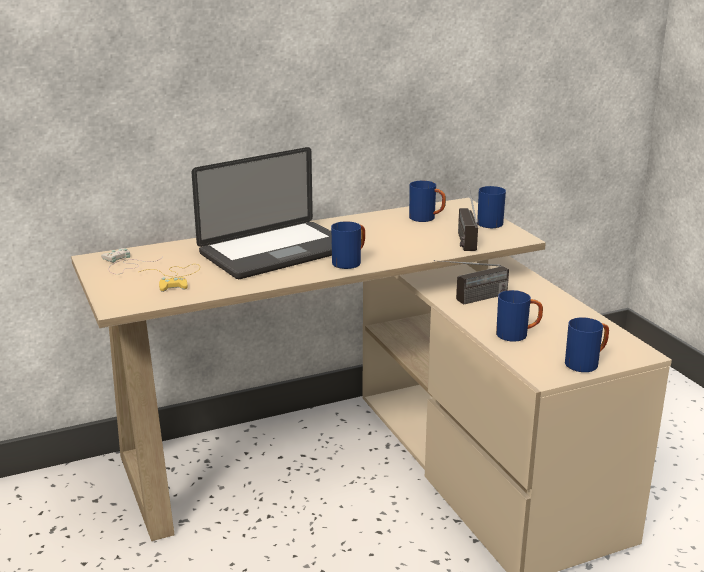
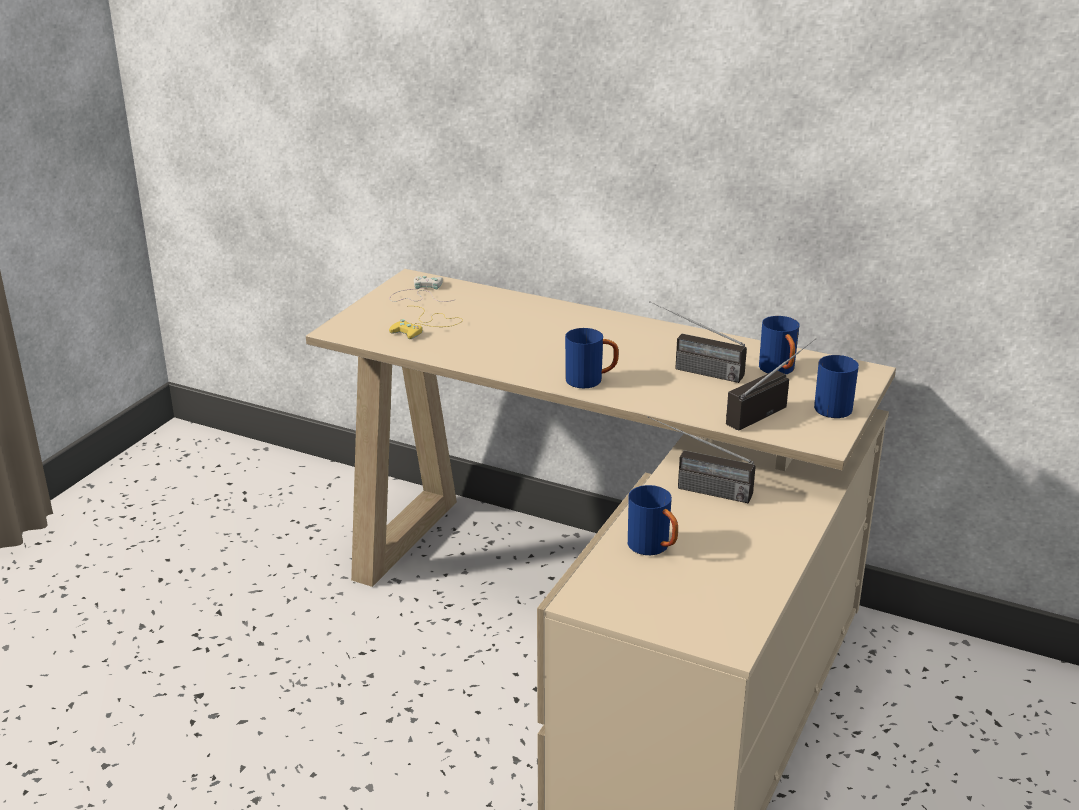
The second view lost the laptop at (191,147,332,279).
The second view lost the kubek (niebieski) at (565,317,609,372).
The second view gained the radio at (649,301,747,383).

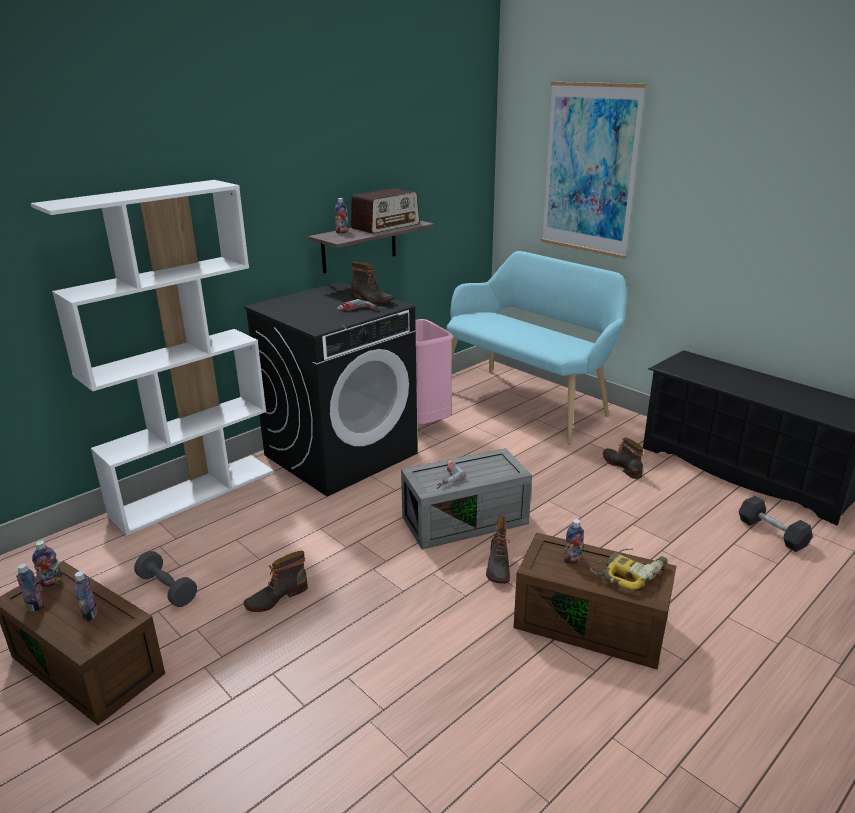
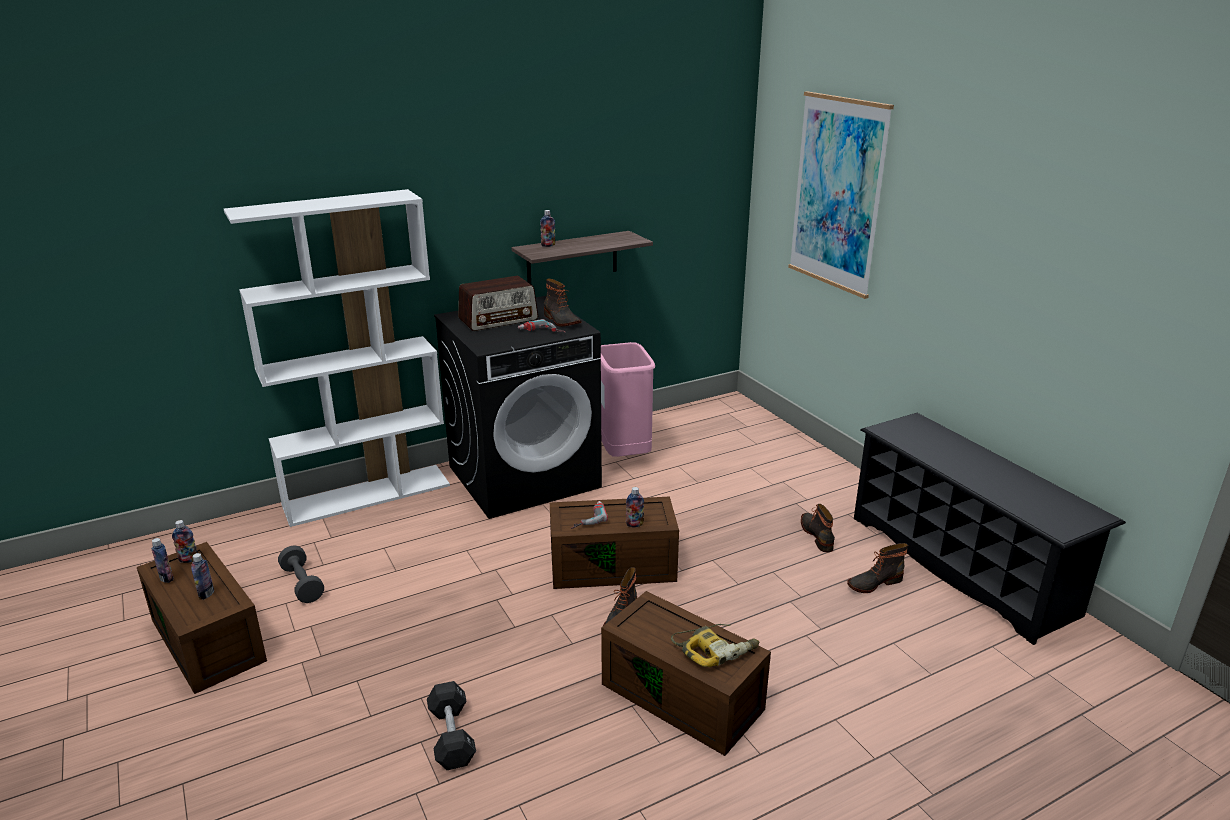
The radio ended up elsewhere, having gone from (351,188,420,234) to (458,276,538,331).
The second view lost the ławka (turkusowy) at (447,251,627,445).
What was the pojemnik do przechowywania (szary) at (401,448,532,550) turned into the pojemnik do przechowywania (brązowy) at (550,496,679,589).
The hantel (czarny) ended up elsewhere, having gone from (739,496,812,552) to (427,681,476,770).
The butelka ended up elsewhere, having gone from (564,519,584,564) to (626,487,644,527).
The but z cholewką ended up elsewhere, having gone from (244,551,308,612) to (847,543,908,593).

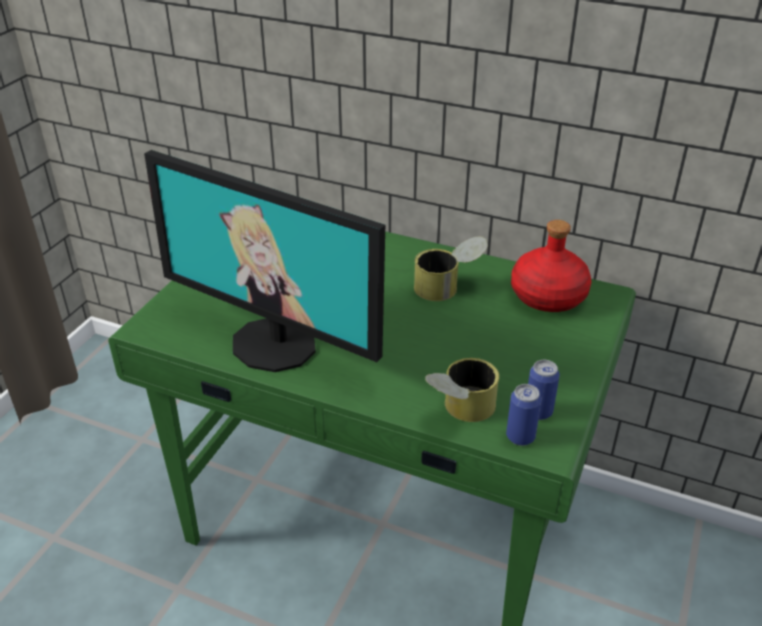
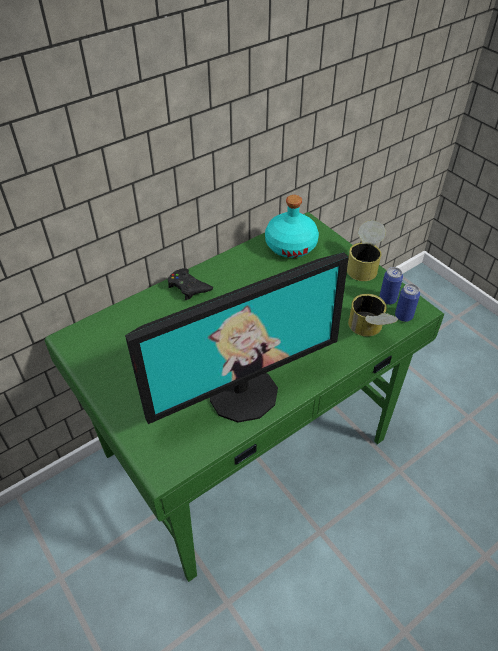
What was the butelka (czerwony) at (511,220,591,312) turned into the butelka (turkusowy) at (265,195,319,258).
The puszka ended up elsewhere, having gone from (414,237,488,301) to (347,220,386,281).
The second view gained the pad do gier (czarny) at (168,268,213,300).

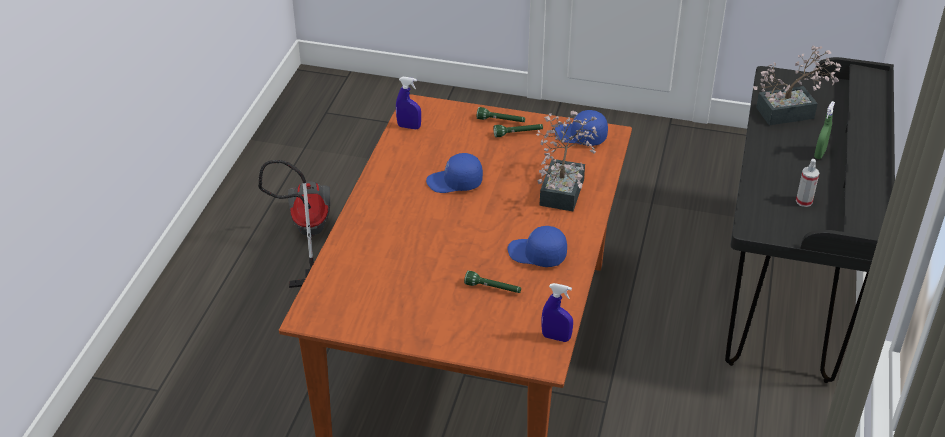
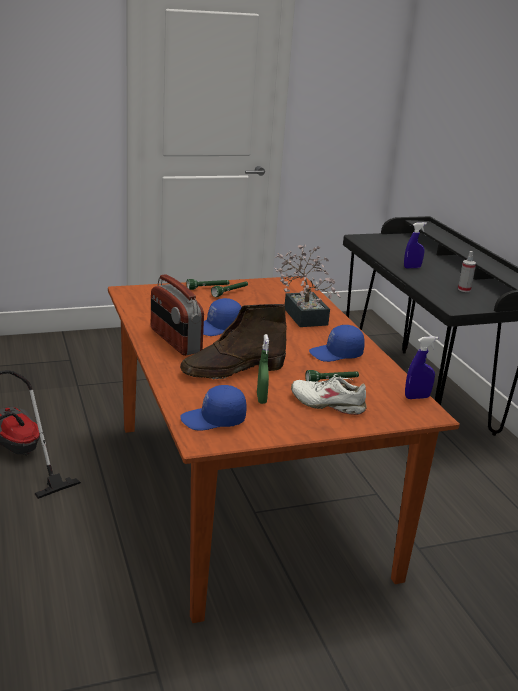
The second view lost the roślina doniczkowa at (753,45,841,125).
The spryskiwacz (niebieski) ended up elsewhere, having gone from (396,77,421,129) to (404,222,427,268).
The spryskiwacz (zielony) ended up elsewhere, having gone from (814,101,835,159) to (257,334,269,404).
The czapka z daszkiem (niebieski) ended up elsewhere, having gone from (555,110,608,146) to (180,385,247,431).
The second view gained the radio at (150,274,204,356).
The second view gained the but z cholewką (brązowy) at (180,304,287,379).
The second view gained the but (biały) at (291,374,367,415).

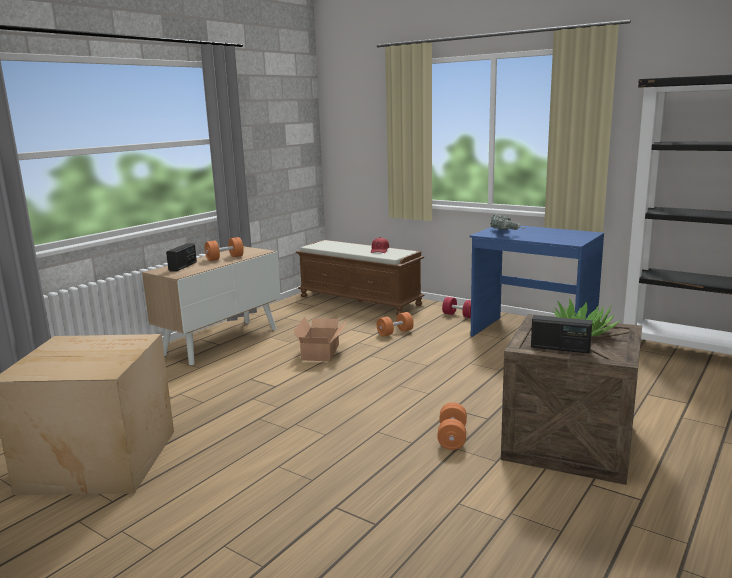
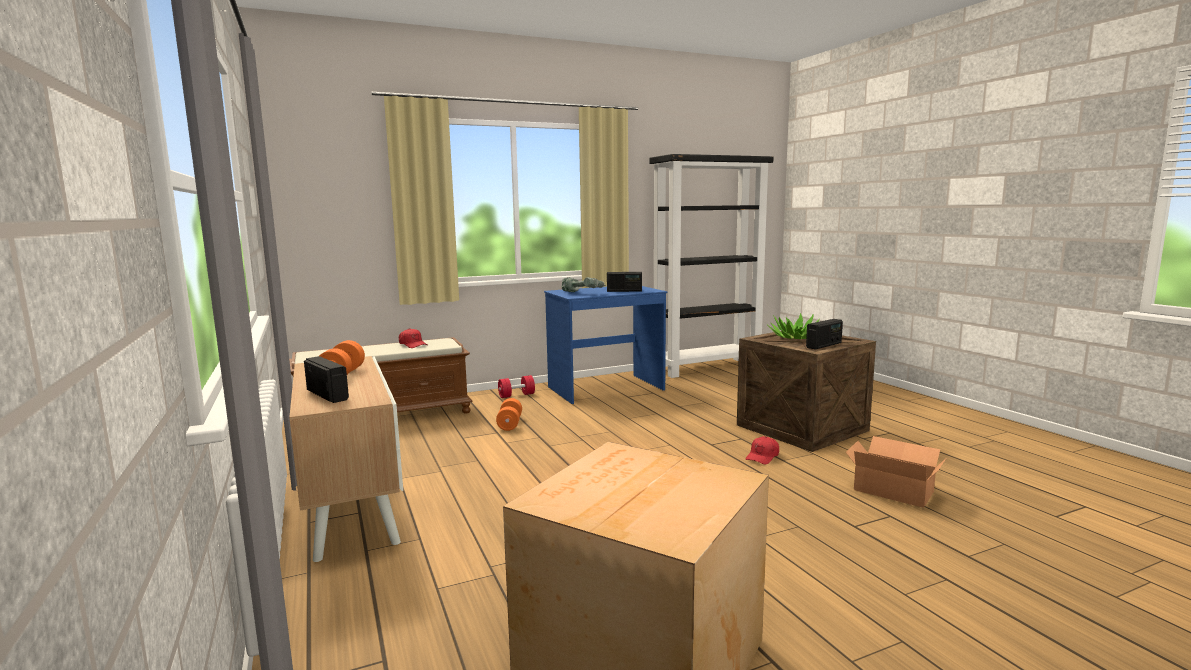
The karton ended up elsewhere, having gone from (294,316,347,361) to (846,436,946,508).
Where the hantel (pomarańczowy) stood at (437,402,467,450), the czapka z daszkiem (czerwony) came to stand at (746,436,779,465).
The second view gained the radio at (607,272,642,292).

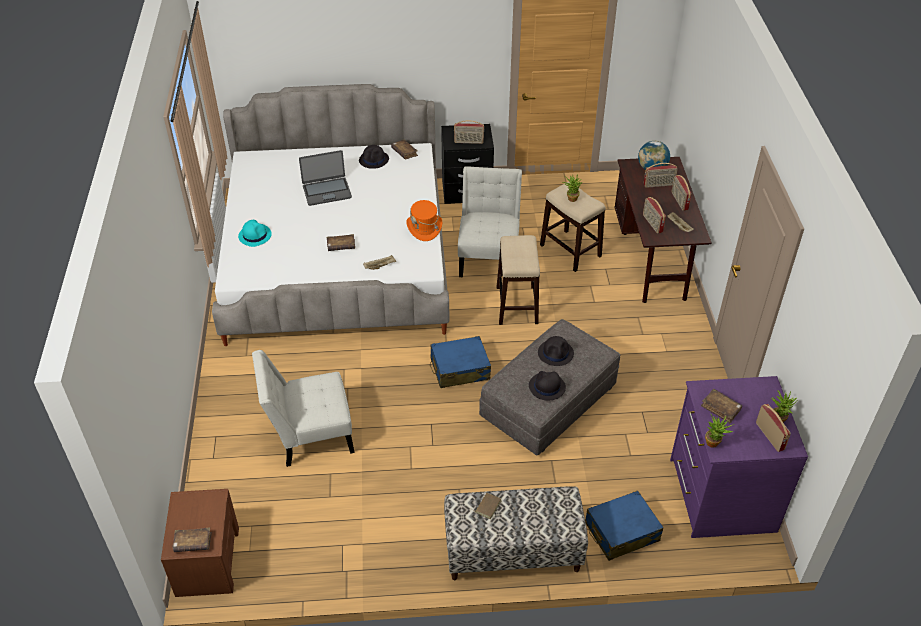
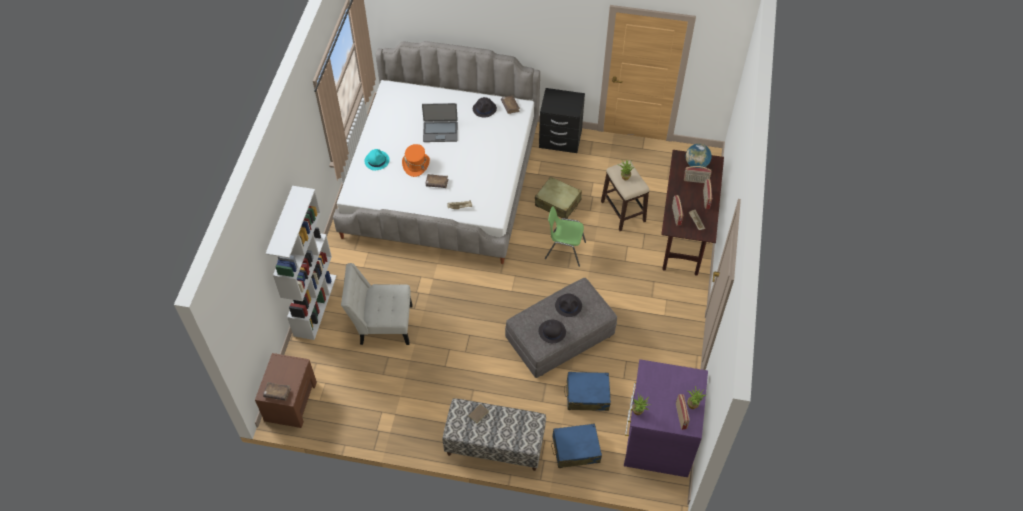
The second view lost the radio at (454,120,484,144).
Where the krzesło (biały) stood at (458,166,522,277), the walizka (beżowy) came to stand at (535,177,582,219).
The kapelusz (pomarańczowy) ended up elsewhere, having gone from (406,200,442,241) to (402,144,430,177).
Where the stołek stood at (497,235,540,325), the krzesło (zielony) came to stand at (545,206,586,267).
The walizka (niebieski) ended up elsewhere, having gone from (430,336,491,388) to (564,372,611,411).
The second view lost the książka (brązowy) at (701,389,742,423).
The second view gained the regał (biały) at (265,186,336,340).

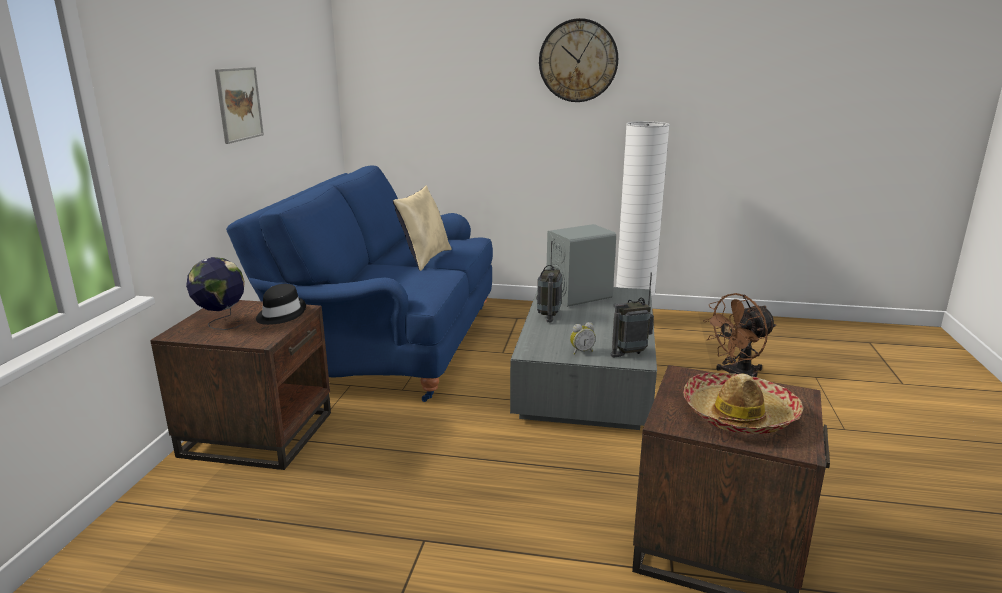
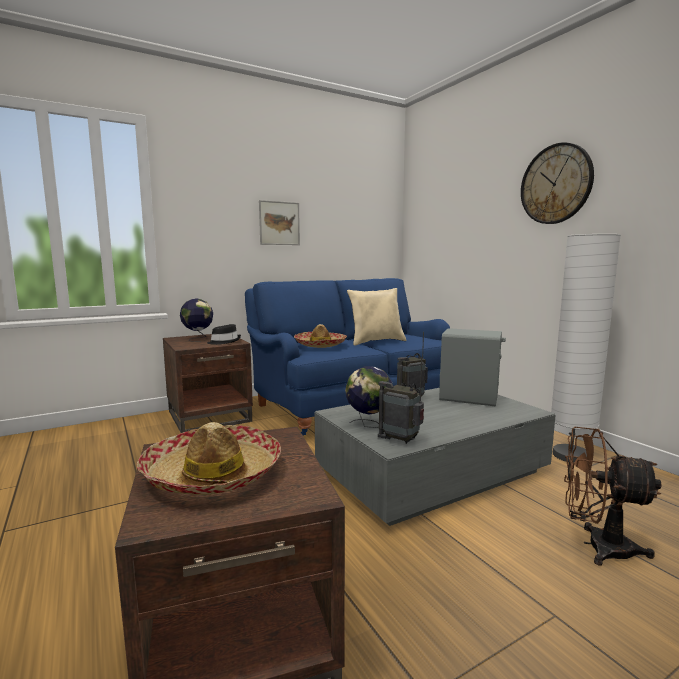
Where the budzik stood at (570,322,596,354), the globus came to stand at (345,366,392,428).
The second view gained the kapelusz at (294,324,347,348).

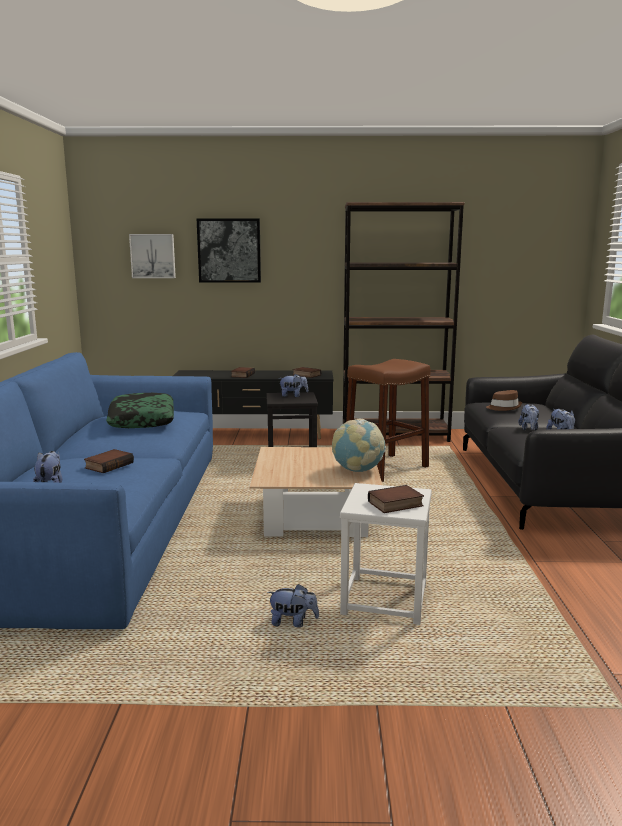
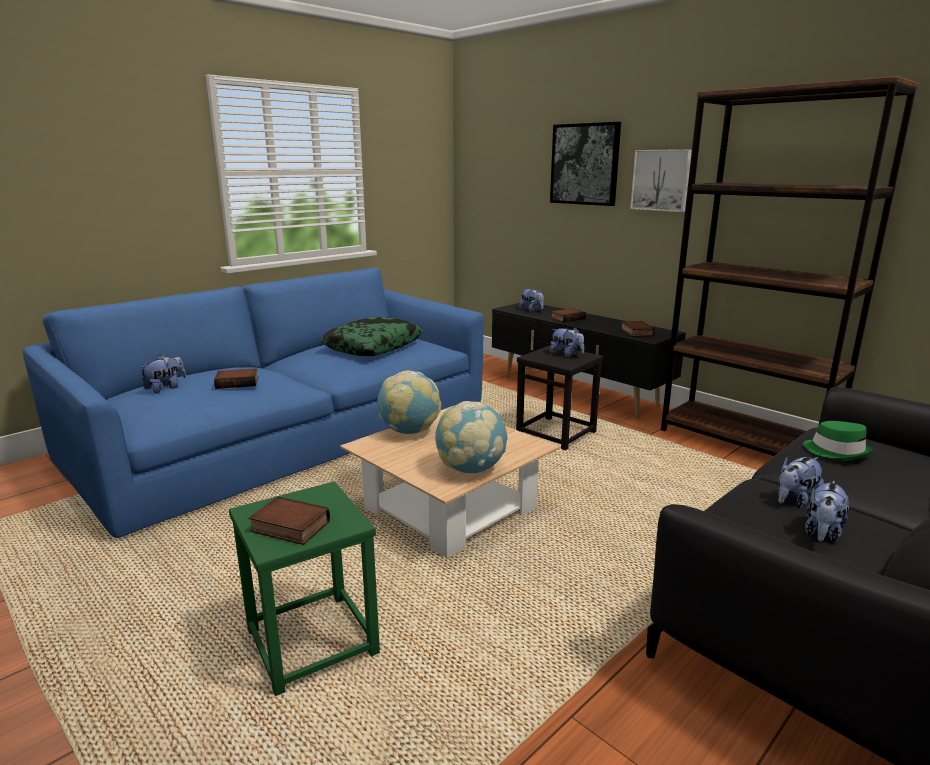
The obraz ended up elsewhere, having gone from (129,234,176,278) to (630,149,692,212).
The second view lost the stołek (brązowy) at (346,359,431,482).
What was the kapelusz (brązowy) at (486,390,522,411) turned into the kapelusz (zielony) at (803,421,873,460).
What was the stołek (biały) at (340,483,432,625) turned into the stołek (zielony) at (229,482,380,696).
The pluszak ended up elsewhere, having gone from (267,584,319,627) to (519,289,544,312).
The second view gained the globus at (378,370,442,434).

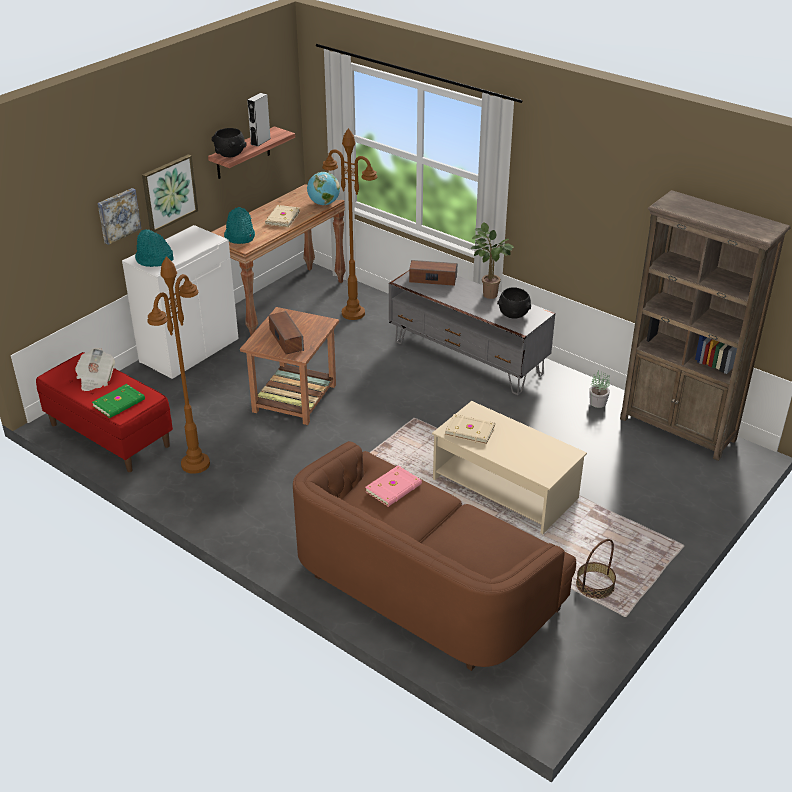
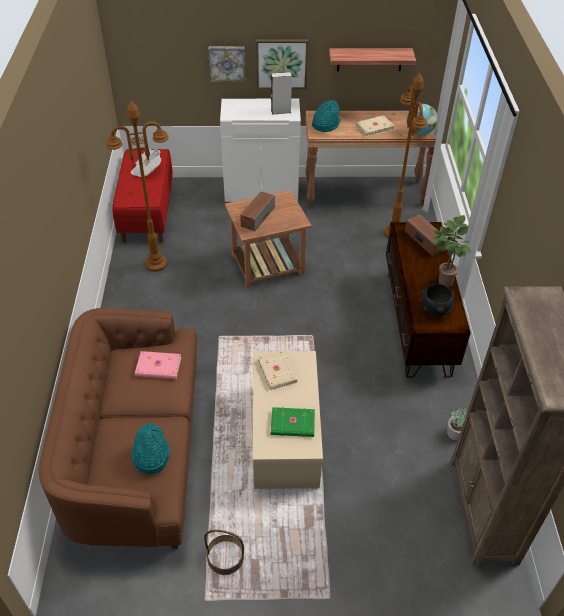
The głośnik (szary) ended up elsewhere, having gone from (247,93,271,147) to (271,72,292,115).
The second view lost the miska (czarny) at (211,128,246,157).
The kapelusz (turkusowy) ended up elsewhere, having gone from (135,229,174,267) to (132,423,170,474).
What was the szafka pod telewizor (szary) at (389,270,555,395) turned into the szafka pod telewizor (brązowy) at (386,222,471,378).
The książka (zielony) ended up elsewhere, having gone from (92,384,145,418) to (271,407,315,437).

